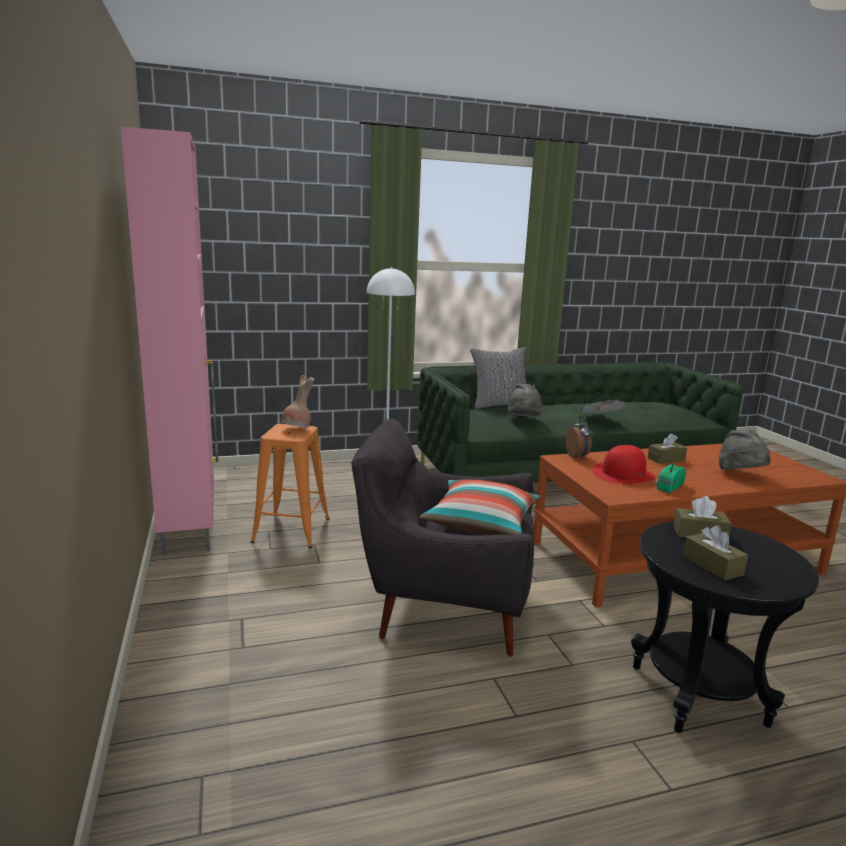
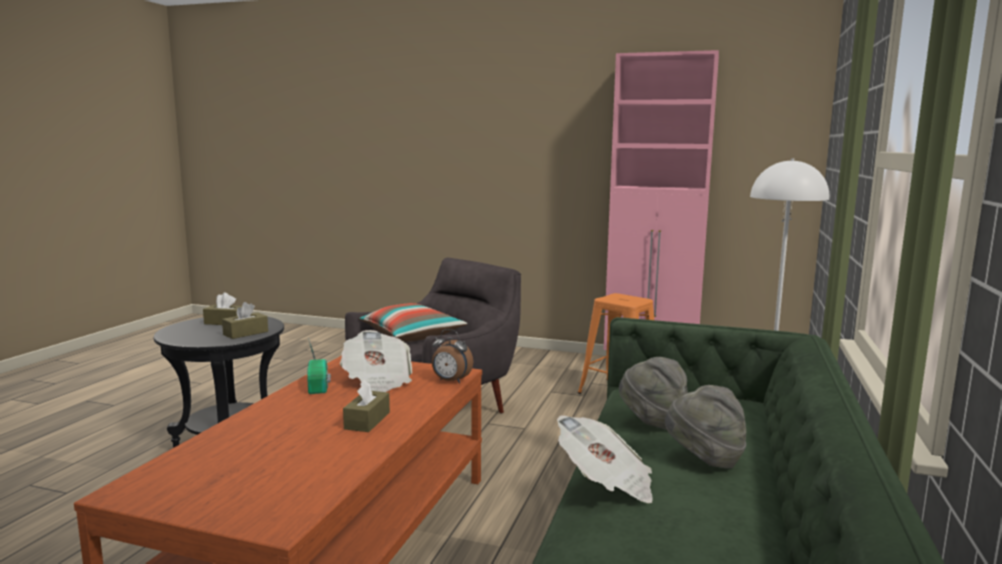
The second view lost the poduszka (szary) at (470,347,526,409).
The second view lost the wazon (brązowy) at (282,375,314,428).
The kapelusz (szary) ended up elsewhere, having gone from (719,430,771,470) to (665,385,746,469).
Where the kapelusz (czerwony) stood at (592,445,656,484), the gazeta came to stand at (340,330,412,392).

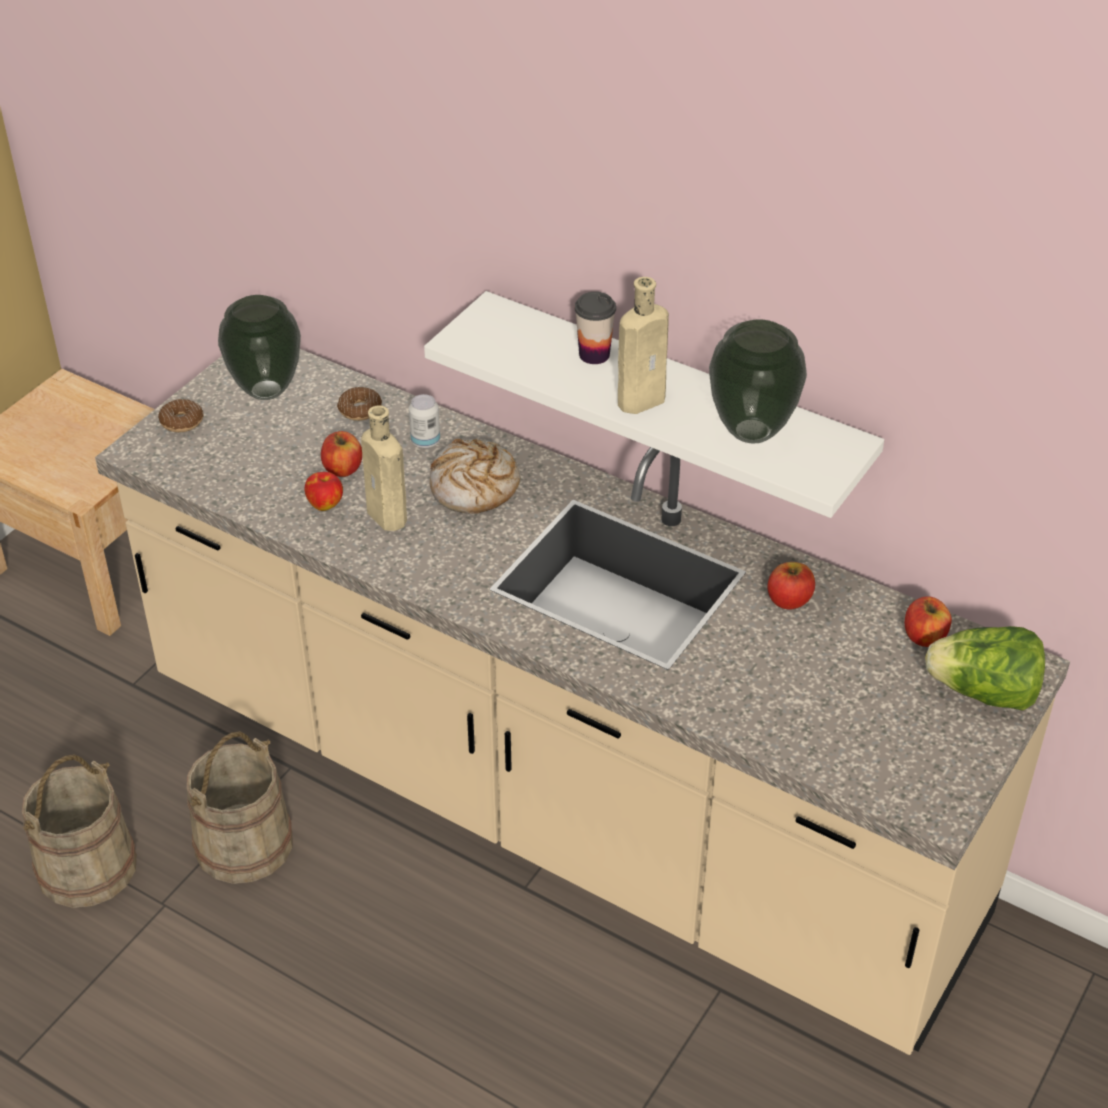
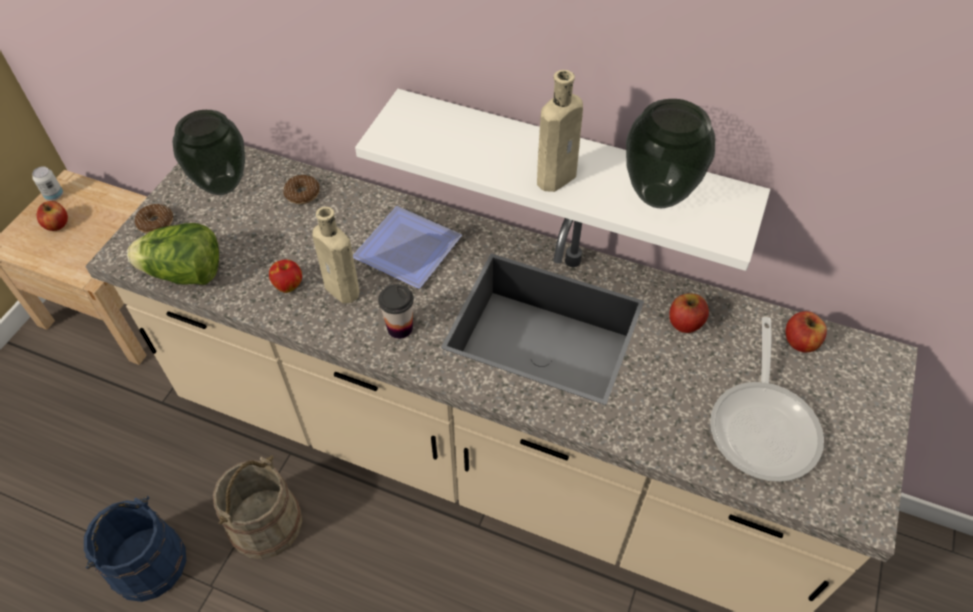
The filiżanka ended up elsewhere, having gone from (575,292,616,364) to (378,284,414,339).
The puszka ended up elsewhere, having gone from (409,394,440,448) to (32,166,63,201).
The jabłko ended up elsewhere, having gone from (321,431,362,477) to (37,201,68,231).
Where the chleb stood at (430,438,520,514), the talerz came to stand at (353,206,462,289).
The sałata ended up elsewhere, having gone from (925,626,1045,711) to (127,223,219,285).
What was the wiadro (beżowy) at (22,754,137,908) turned into the wiadro (niebieski) at (84,496,186,602).
The second view gained the patelnia at (710,317,824,482).

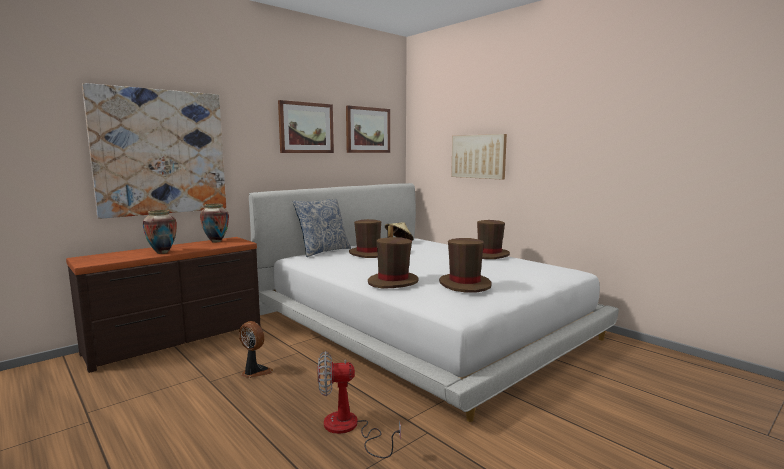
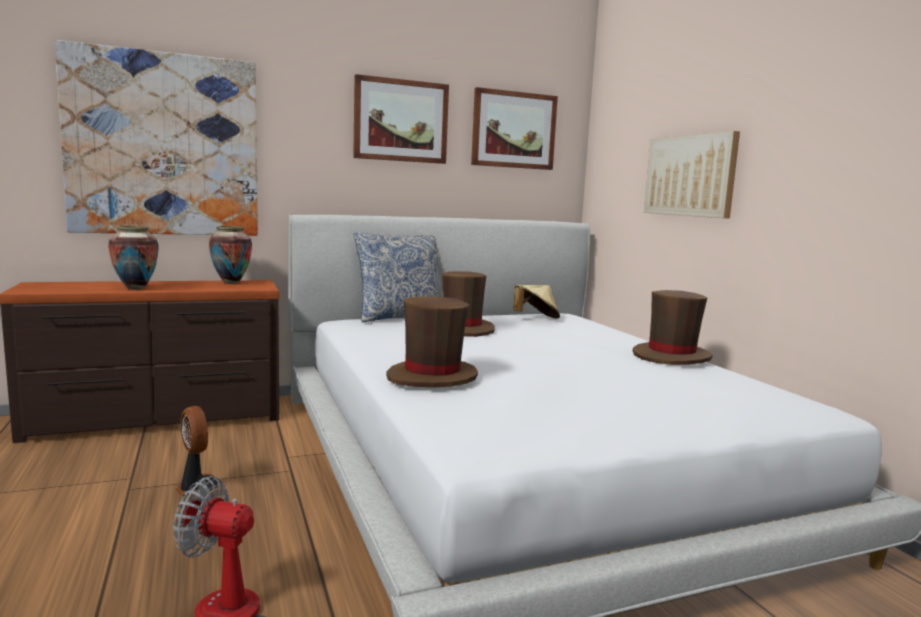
The second view lost the kapelusz (brązowy) at (439,238,492,293).

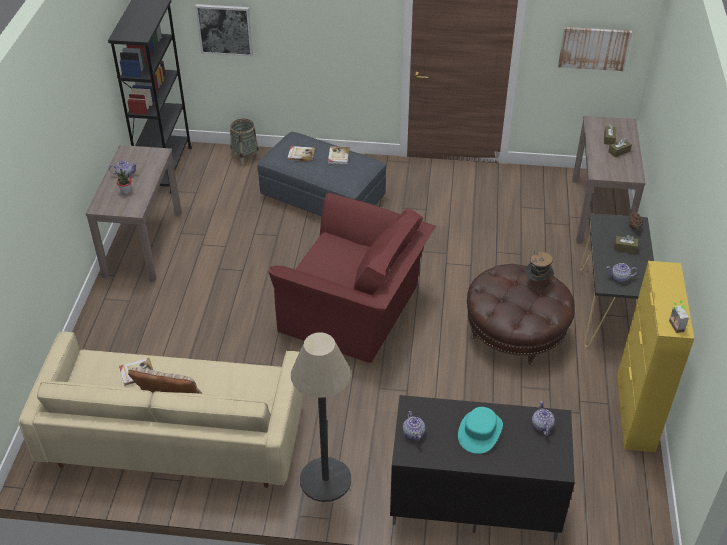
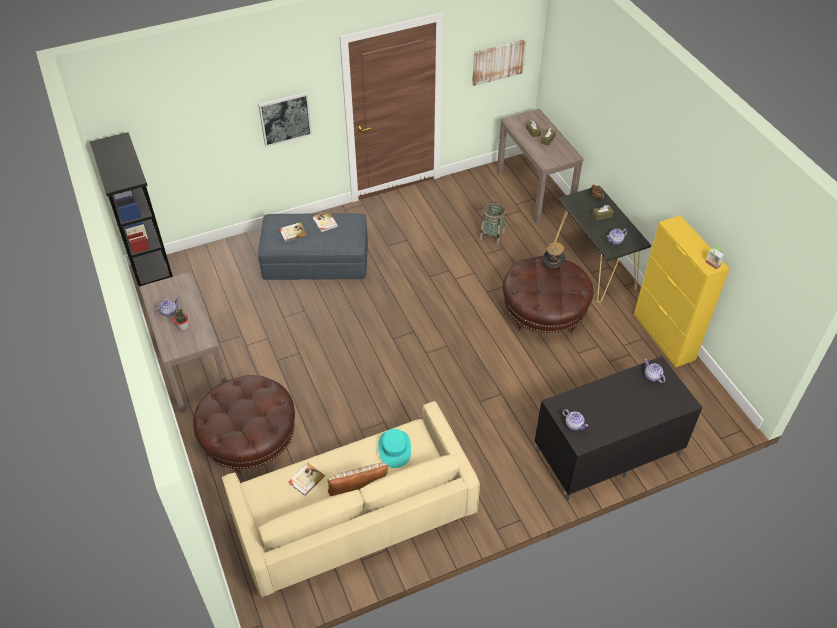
The obraz ended up elsewhere, having gone from (195,4,253,57) to (258,92,312,147).
The koszyk ended up elsewhere, having gone from (230,119,260,166) to (480,202,506,245).
The second view lost the fotel (czerwony) at (268,193,436,363).
The second view lost the lampa stojąca at (291,332,351,502).
The kapelusz (turkusowy) ended up elsewhere, having gone from (458,407,503,454) to (378,429,411,468).
The second view gained the pufa (brązowy) at (193,375,295,476).

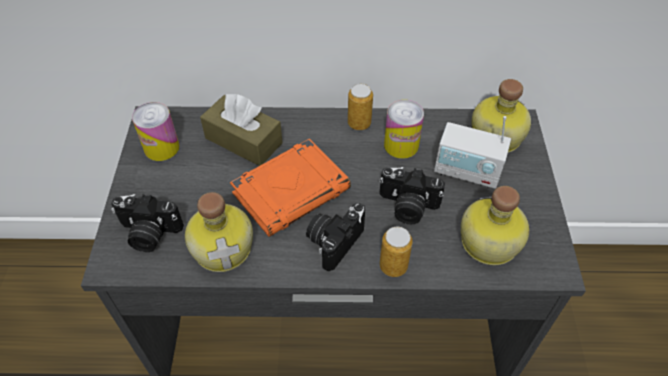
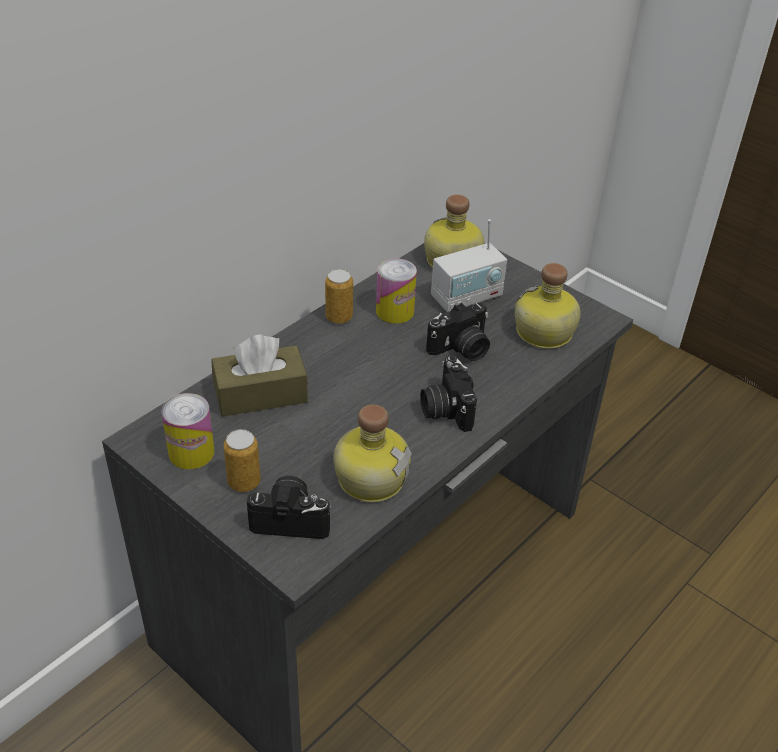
The second view lost the książka (pomarańczowy) at (230,138,351,237).
The aparat fotograficzny at (111,194,184,252) ended up facing another way, 135 degrees counterclockwise from before.
The puszka ended up elsewhere, having gone from (380,226,413,277) to (224,429,260,492).

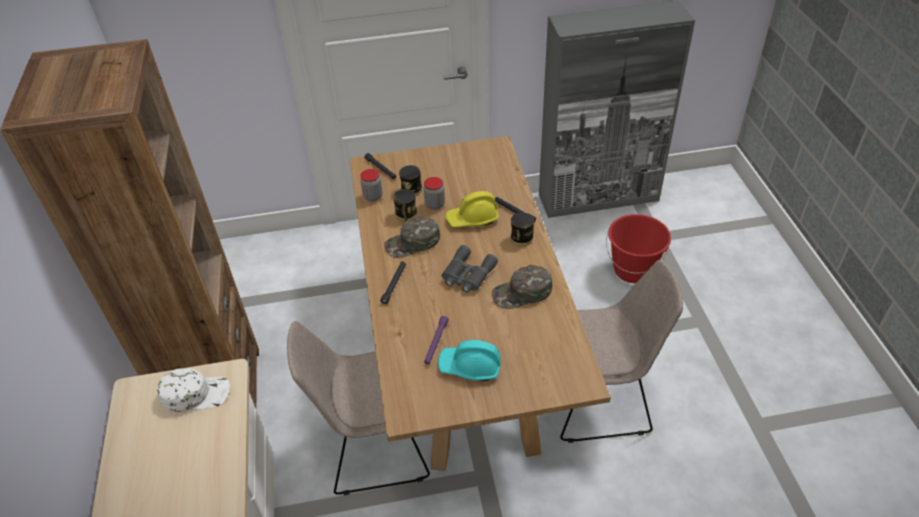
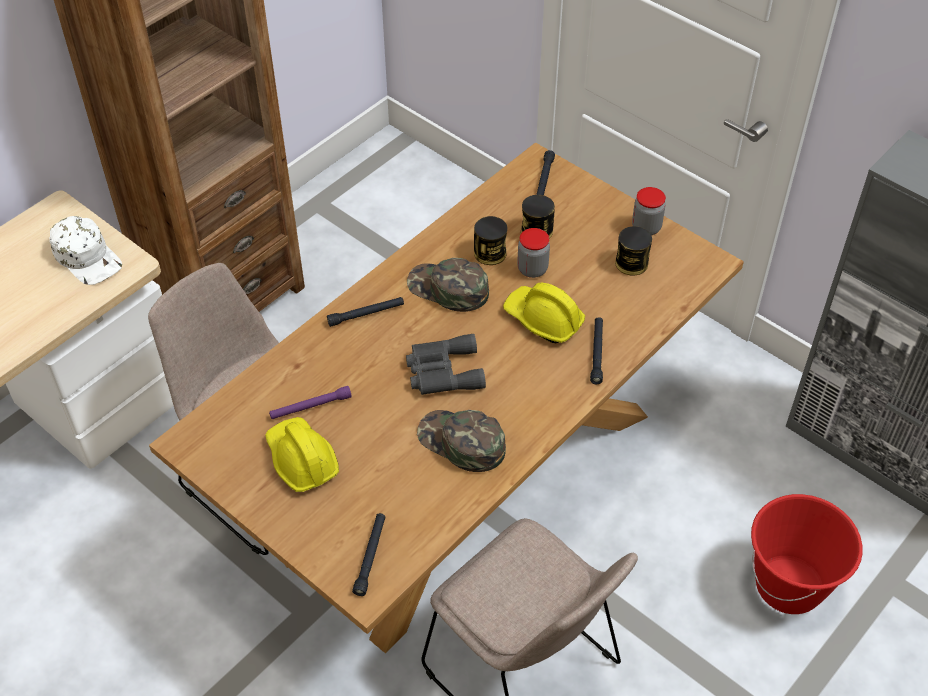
The słoik ended up elsewhere, having gone from (360,169,382,201) to (632,187,666,235).
The puszka ended up elsewhere, having gone from (511,212,534,246) to (615,226,652,276).
What was the kask (turkusowy) at (438,340,501,381) turned into the kask (żółty) at (265,417,339,492).
The second view gained the latarka (czarny) at (352,513,386,596).

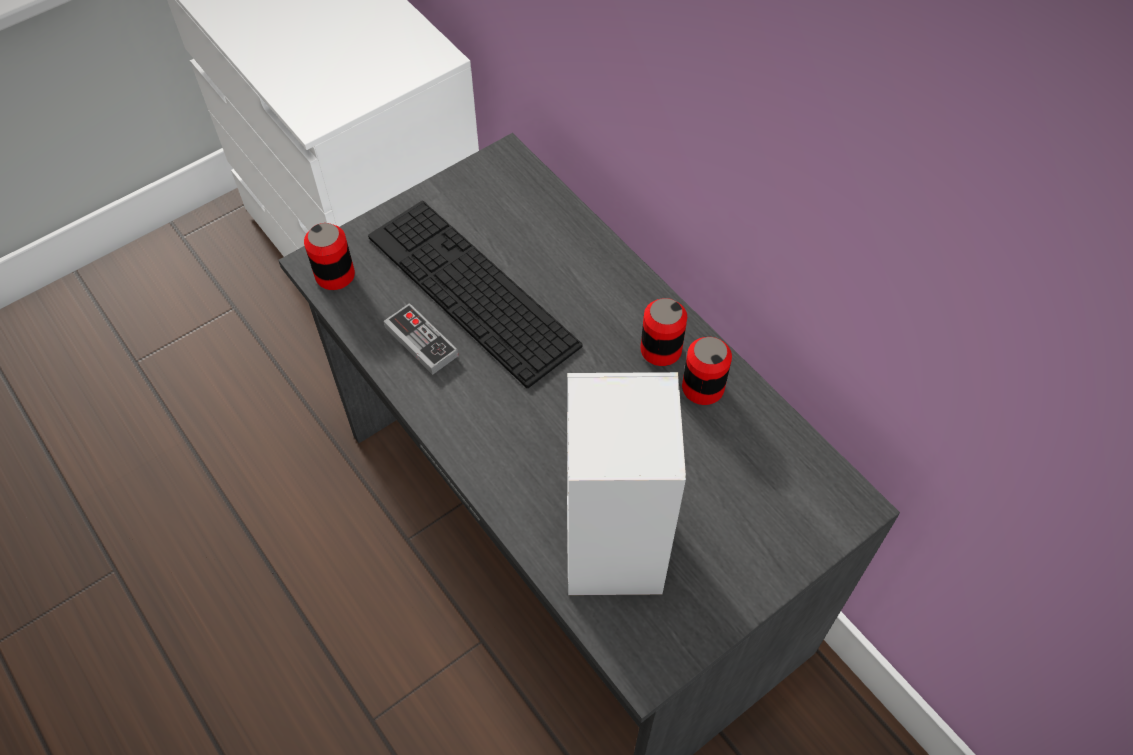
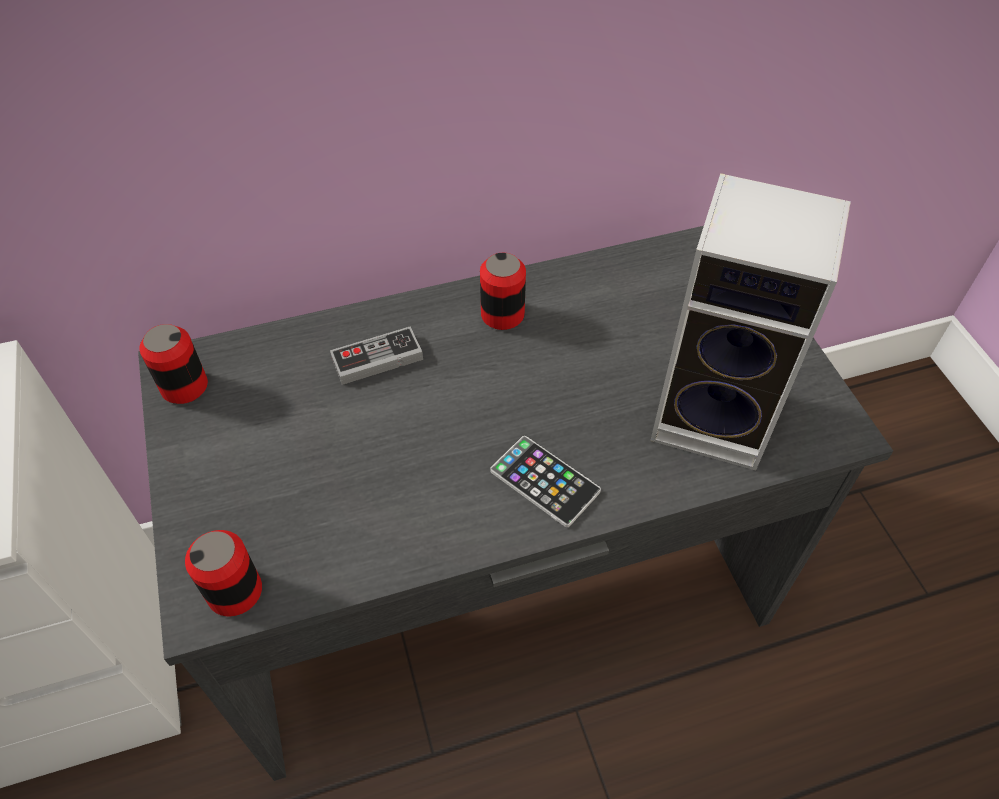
The second view lost the klawiatura at (368,201,582,388).
The pad do gier ended up elsewhere, having gone from (384,303,459,375) to (330,326,423,385).
The puszka ended up elsewhere, having gone from (682,337,732,405) to (139,324,208,404).
The second view gained the telefon at (490,436,601,527).

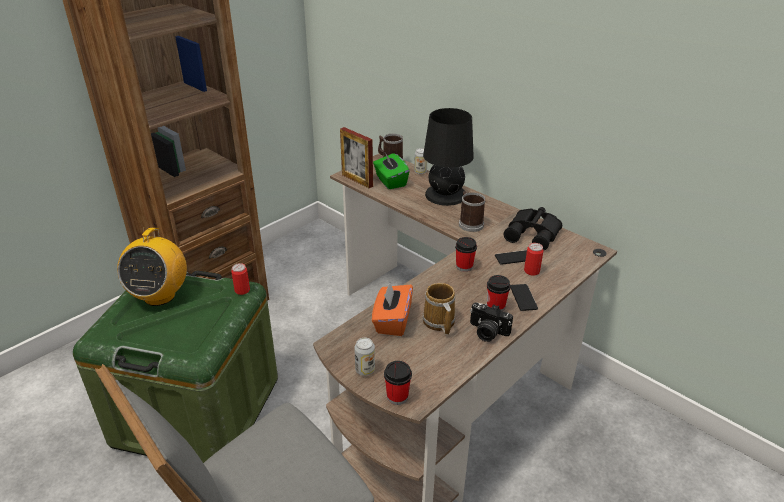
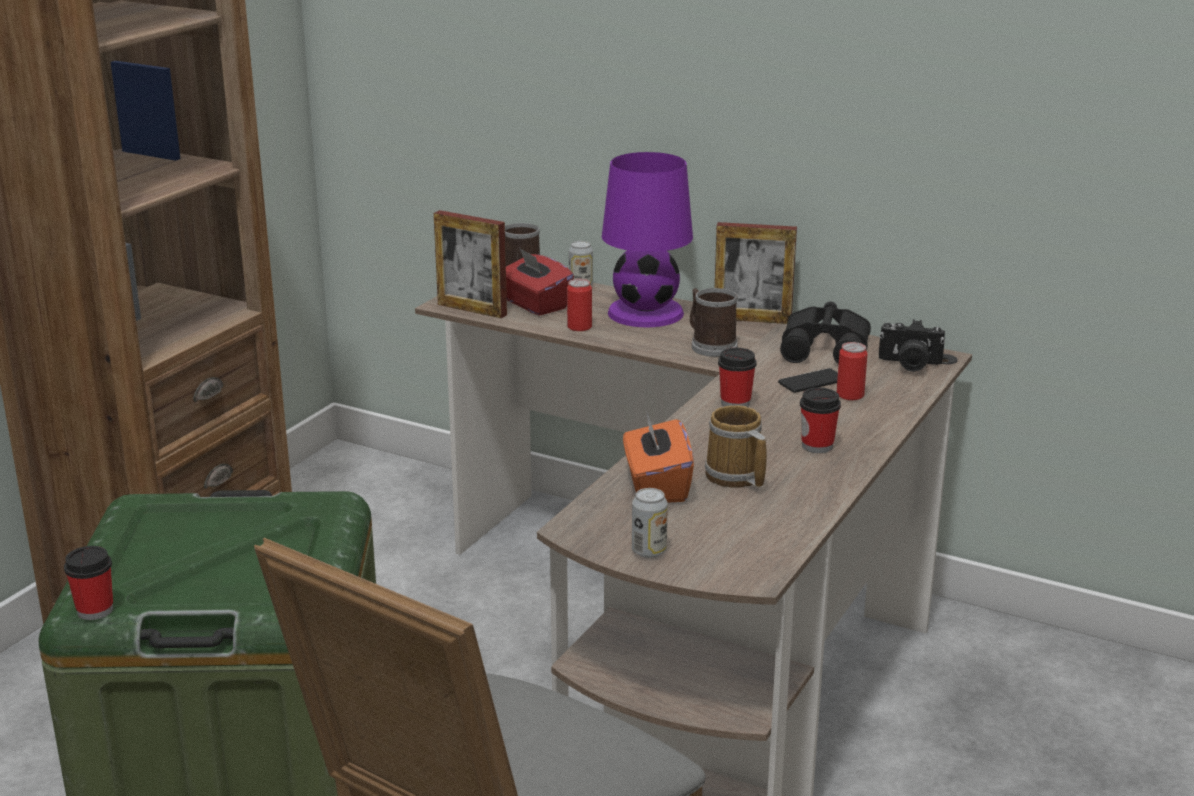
What was the lampa stołowa (czarny) at (423,108,474,206) turned into the lampa stołowa (fioletowy) at (602,152,693,327).
What was the pudełko chusteczek (zielony) at (373,151,409,189) turned into the pudełko chusteczek (czerwony) at (506,249,574,316).
The second view lost the radio at (117,227,187,306).
The puszka ended up elsewhere, having gone from (231,263,250,295) to (567,279,592,331).
The second view lost the telefon at (510,284,538,311).
The aparat fotograficzny ended up elsewhere, having gone from (470,302,513,342) to (879,319,945,372).
The filiżanka ended up elsewhere, having gone from (384,361,412,405) to (64,546,113,620).
The second view gained the ramka na zdjęcie at (715,222,797,324).

